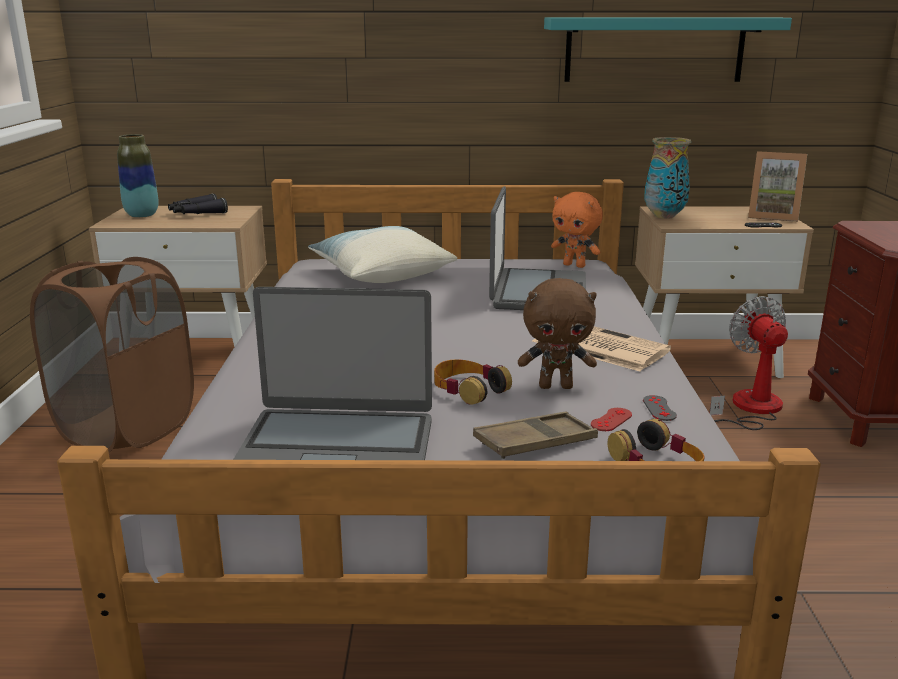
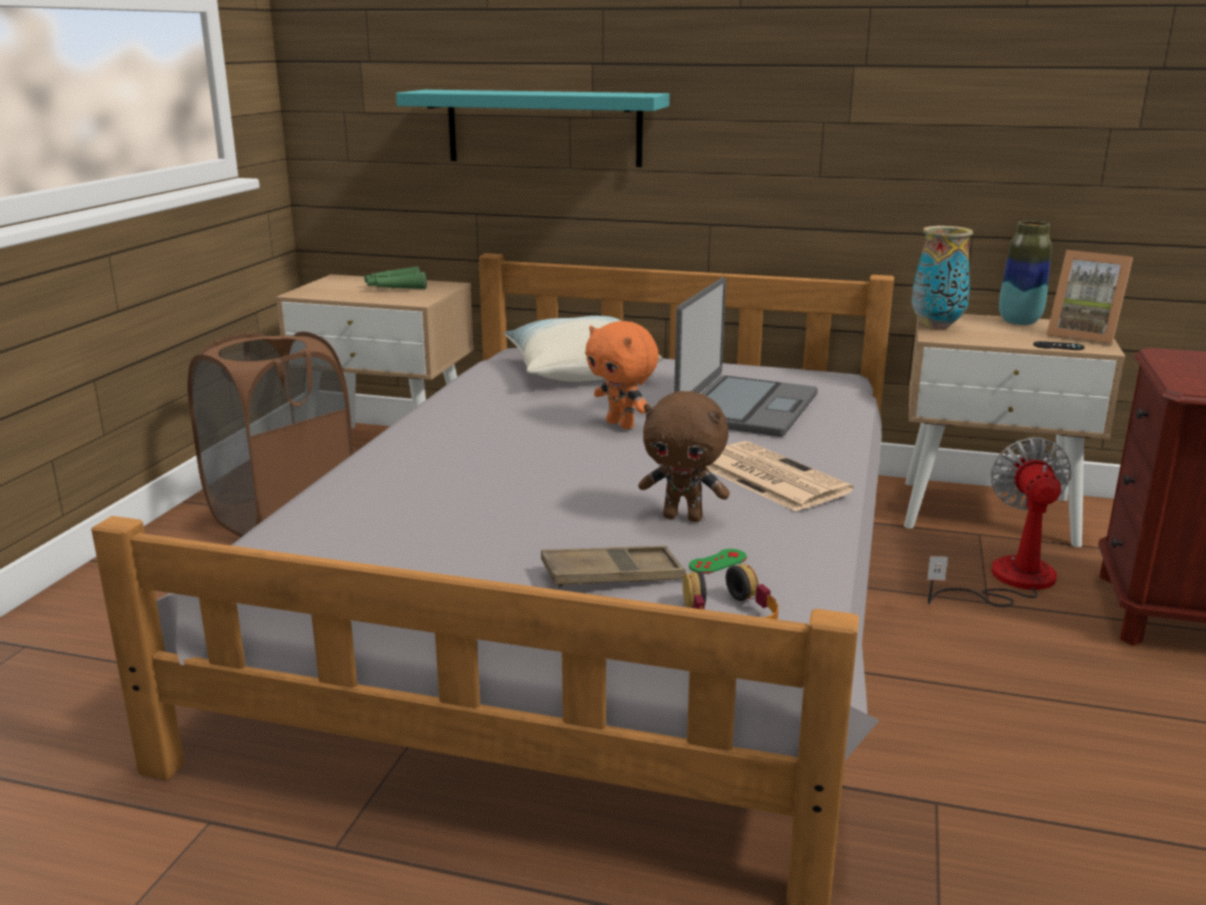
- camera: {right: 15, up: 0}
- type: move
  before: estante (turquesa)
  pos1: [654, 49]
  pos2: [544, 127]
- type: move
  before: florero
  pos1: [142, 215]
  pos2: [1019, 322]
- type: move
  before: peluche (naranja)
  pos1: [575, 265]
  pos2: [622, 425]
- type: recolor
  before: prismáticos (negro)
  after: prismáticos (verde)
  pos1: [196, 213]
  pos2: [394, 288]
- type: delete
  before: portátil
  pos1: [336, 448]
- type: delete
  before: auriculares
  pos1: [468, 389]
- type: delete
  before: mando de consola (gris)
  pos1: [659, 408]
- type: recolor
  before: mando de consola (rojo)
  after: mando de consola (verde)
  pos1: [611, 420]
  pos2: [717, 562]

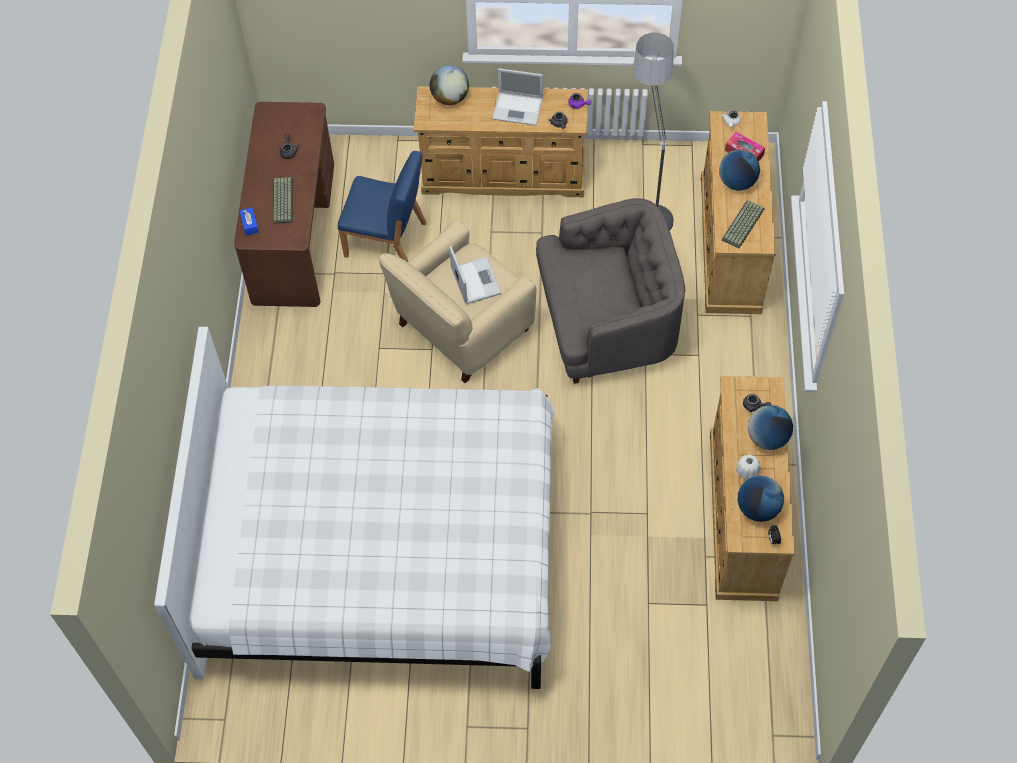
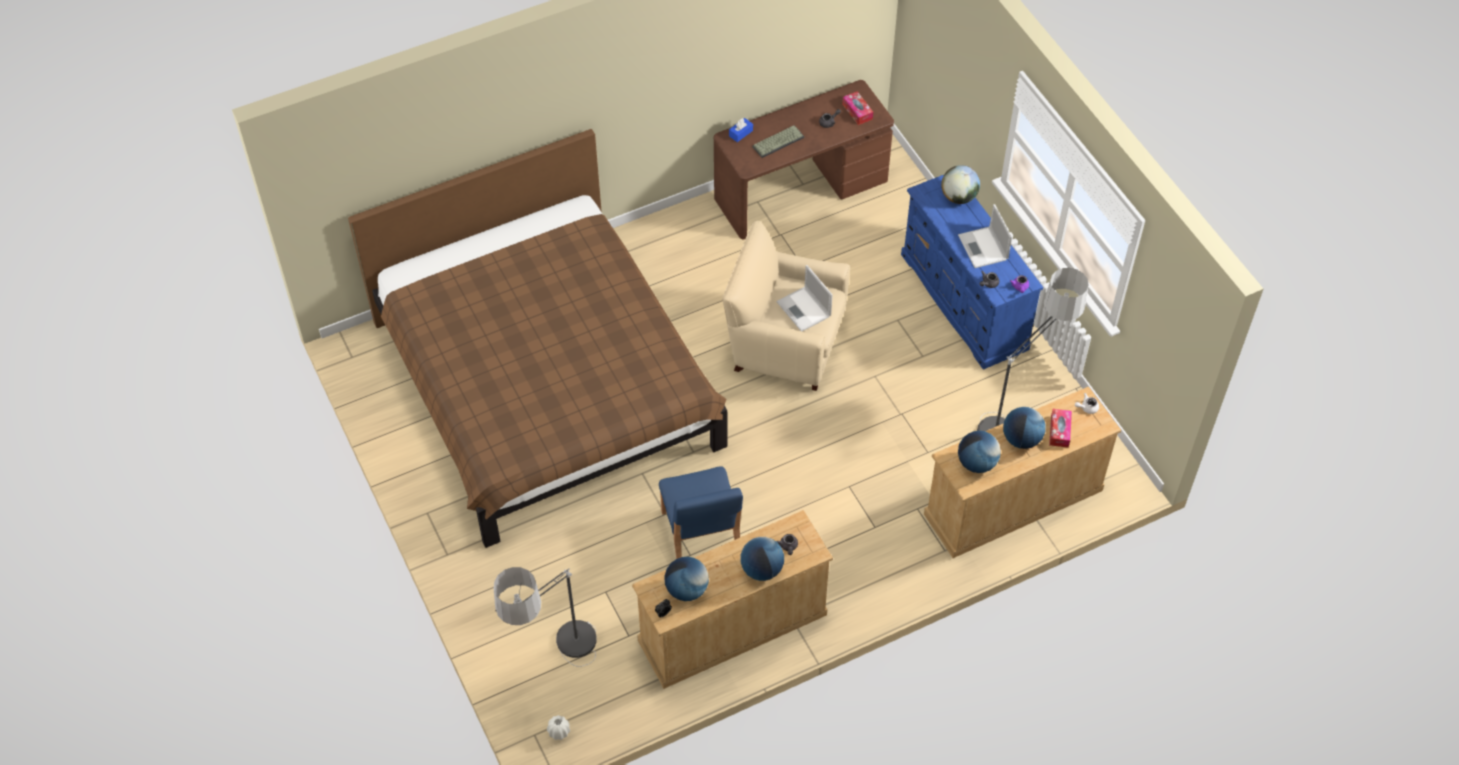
- camera: {right: 60, up: -5}
- type: recolor
  before: cómoda (beis)
  after: cómoda (azul)
  pos1: [504, 174]
  pos2: [964, 302]
- type: move
  before: silla (azul)
  pos1: [386, 240]
  pos2: [700, 536]
- type: delete
  before: sillón (gris)
  pos1: [606, 321]
- type: replace
  before: teclado
  after: globo terráqueo
  pos1: [743, 225]
  pos2: [977, 463]
- type: rotate
  before: portátil
  pos1: [475, 280]
  pos2: [804, 310]
  turn: 105
- type: recolor
  before: cama (blanco)
  after: cama (marrón)
  pos1: [380, 549]
  pos2: [546, 385]
- type: move
  before: florero (blanco)
  pos1: [747, 471]
  pos2: [559, 731]
- type: insert
  after: caja de pañuelos
  pos2: [857, 112]
- type: insert
  after: lámpara de pie
  pos2: [557, 665]

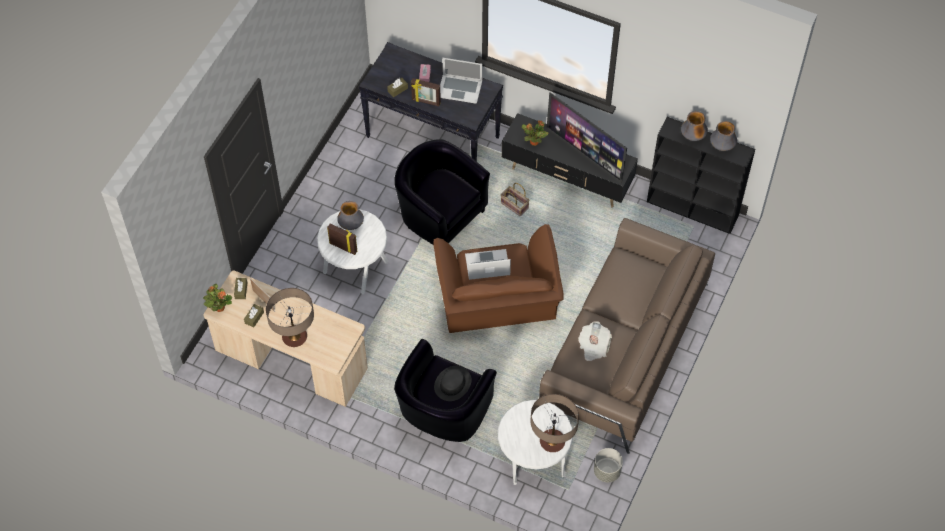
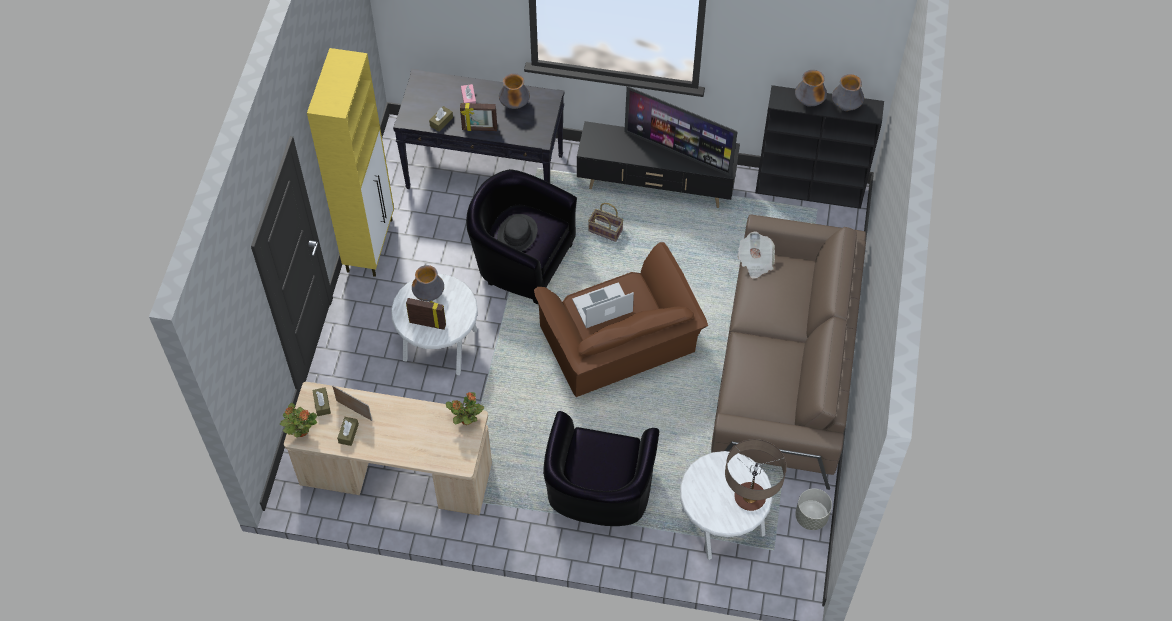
- camera: {right: -15, up: 0}
- type: replace
  before: portátil
  after: florero
  pos1: [460, 88]
  pos2: [515, 105]
- type: move
  before: planta en maceta
  pos1: [534, 142]
  pos2: [466, 420]
- type: delete
  before: lámpara de mesa
  pos1: [295, 337]
- type: move
  before: periódico
  pos1: [593, 346]
  pos2: [755, 261]
- type: move
  before: sombrero (negro)
  pos1: [452, 384]
  pos2: [517, 234]
- type: insert
  after: armario (amarillo)
  pos2: [370, 244]

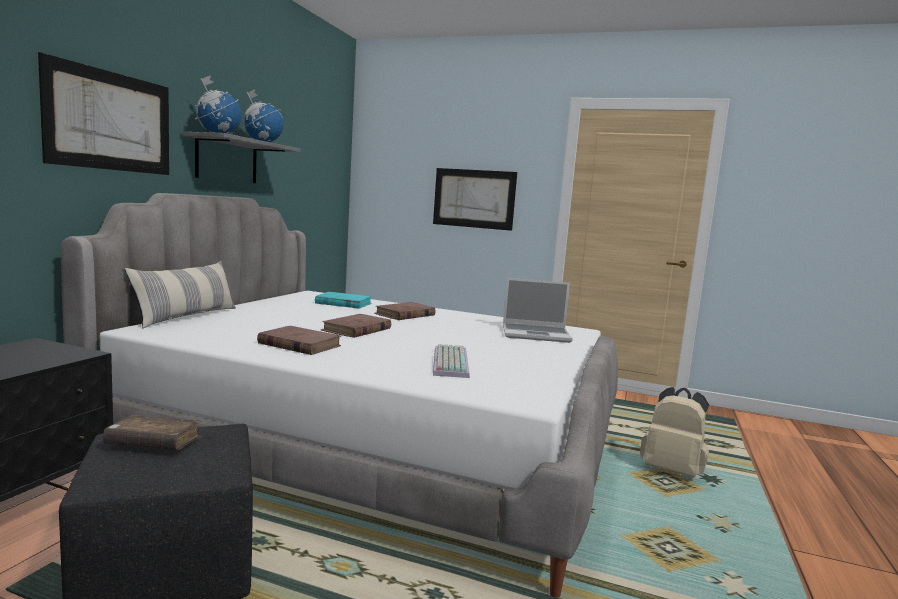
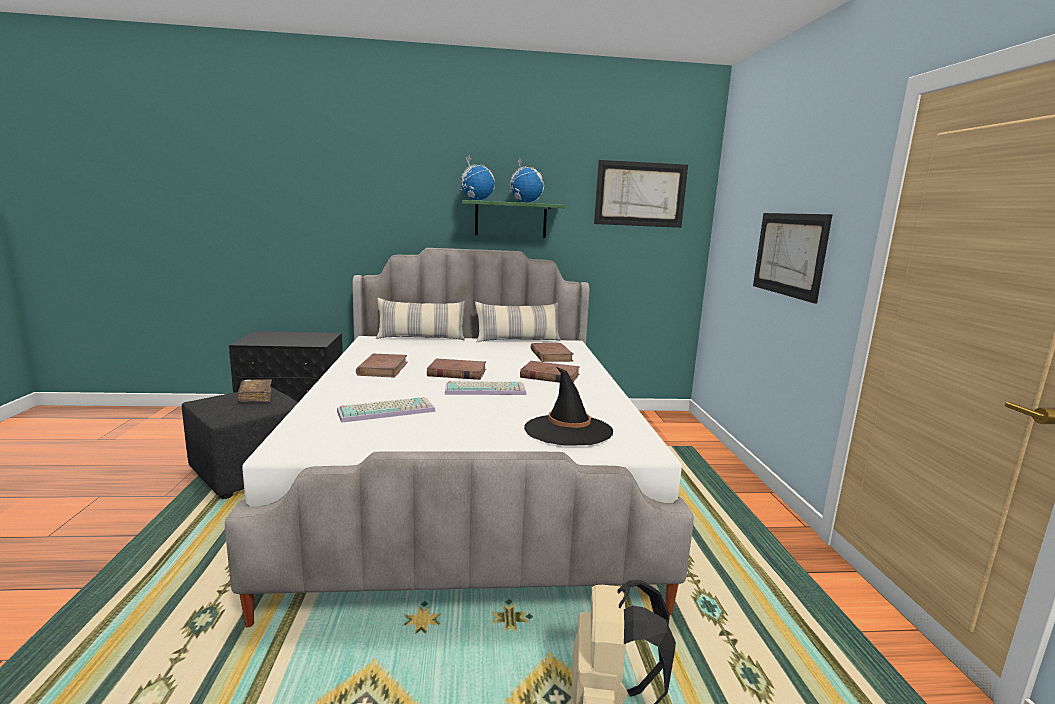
- camera: {right: 65, up: 5}
- type: move
  before: cuadro
  pos1: [111, 121]
  pos2: [640, 194]
- type: recolor
  before: estante (gris)
  after: estante (verde)
  pos1: [227, 160]
  pos2: [510, 219]
- type: replace
  before: portátil
  after: sombrero (negro)
  pos1: [536, 334]
  pos2: [568, 430]
- type: recolor
  before: libro (turquesa)
  after: libro (marrón)
  pos1: [343, 303]
  pos2: [551, 355]
- type: insert
  after: cojín
  pos2: [518, 340]
- type: insert
  after: teclado
  pos2: [486, 389]

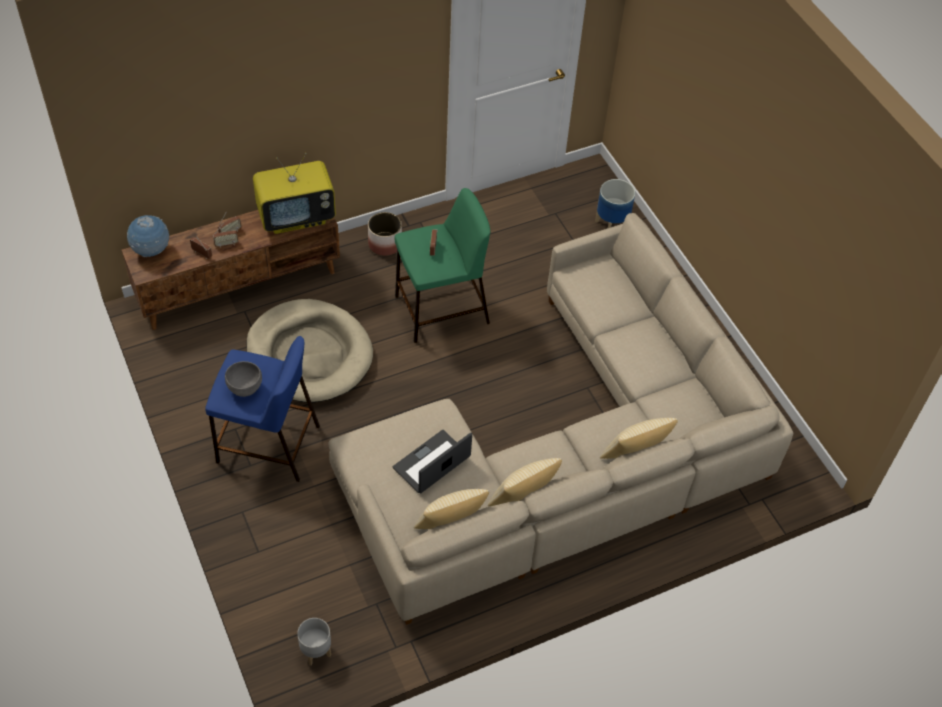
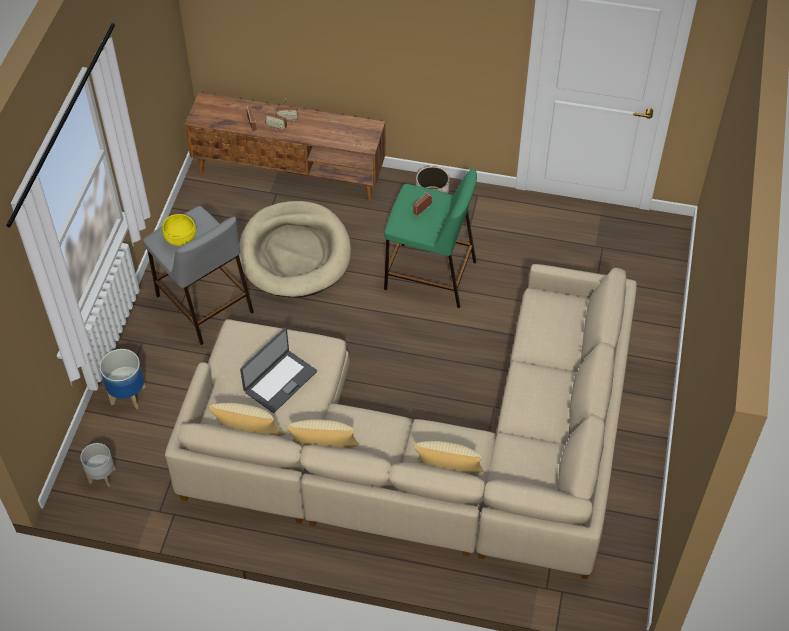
- camera: {right: 40, up: 0}
- type: delete
  before: televisor
  pos1: [297, 217]
- type: move
  before: maceta
  pos1: [611, 225]
  pos2: [127, 395]
- type: delete
  before: globo terráqueo
  pos1: [151, 251]
- type: recolor
  before: taburete (azul)
  after: taburete (gris)
  pos1: [267, 444]
  pos2: [203, 303]
- type: recolor
  before: cuenco (gris)
  after: cuenco (amarillo)
  pos1: [244, 388]
  pos2: [180, 240]
- type: rotate
  before: portátil
  pos1: [432, 463]
  pos2: [279, 381]
  turn: 135

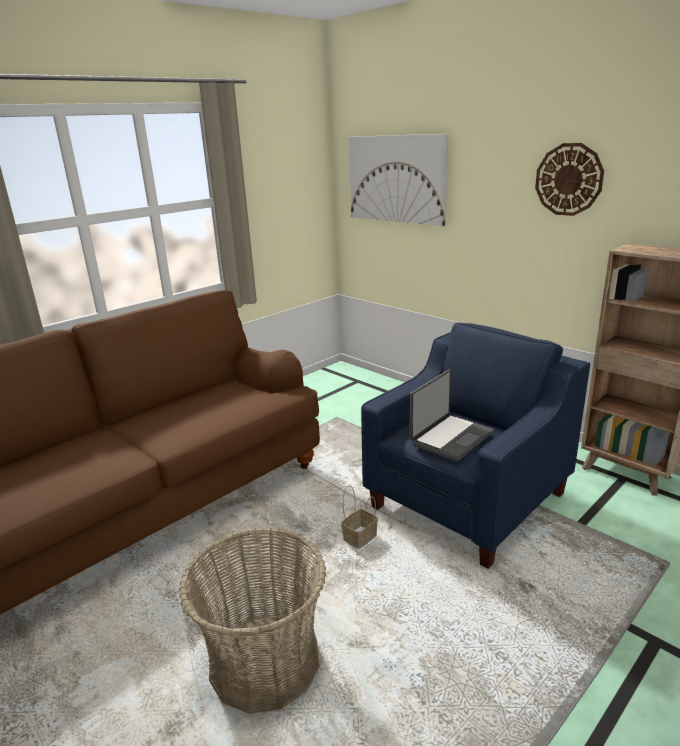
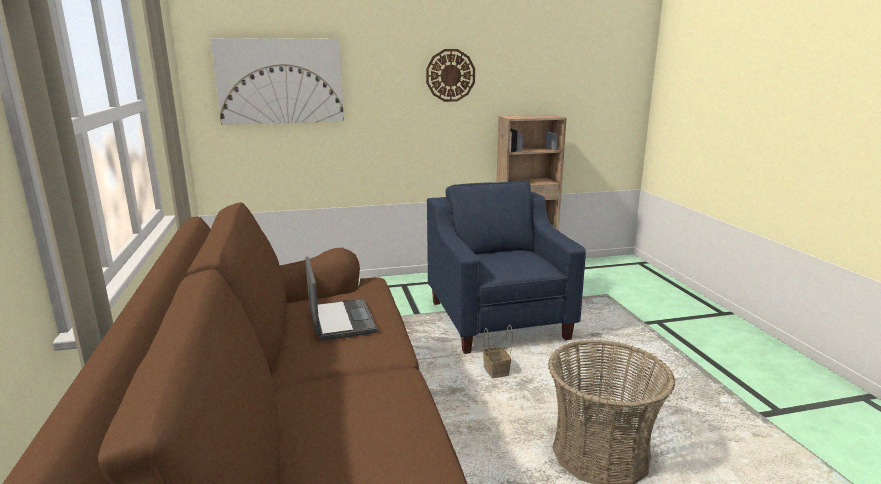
- camera: {right: -60, up: -5}
- type: move
  before: portátil
  pos1: [450, 438]
  pos2: [340, 321]

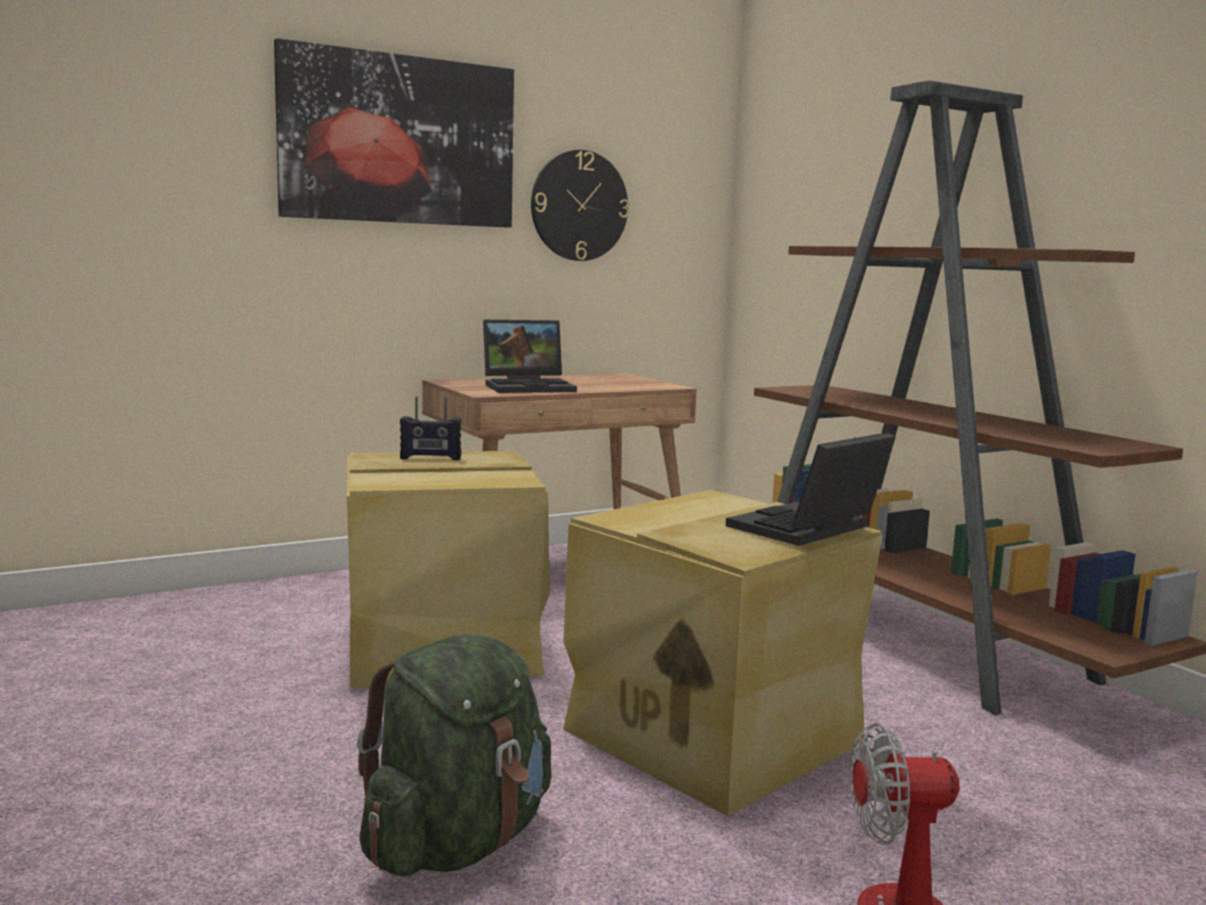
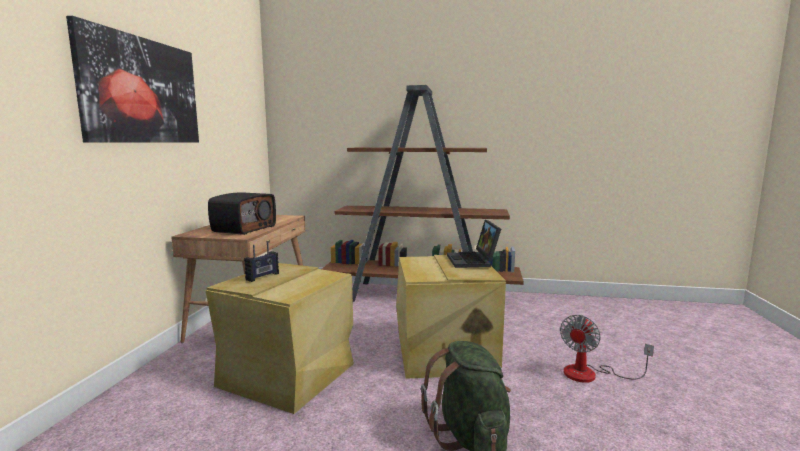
- camera: {right: -50, up: 0}
- type: delete
  before: reloj de pared
  pos1: [579, 206]
- type: replace
  before: portátil
  after: radio
  pos1: [530, 387]
  pos2: [244, 229]

